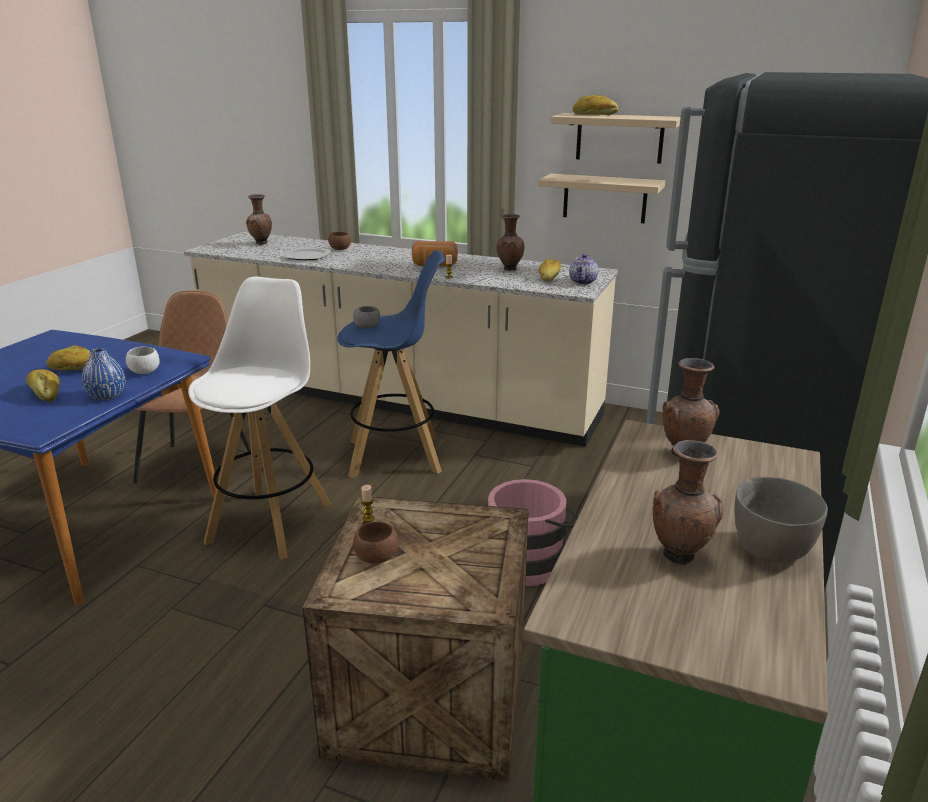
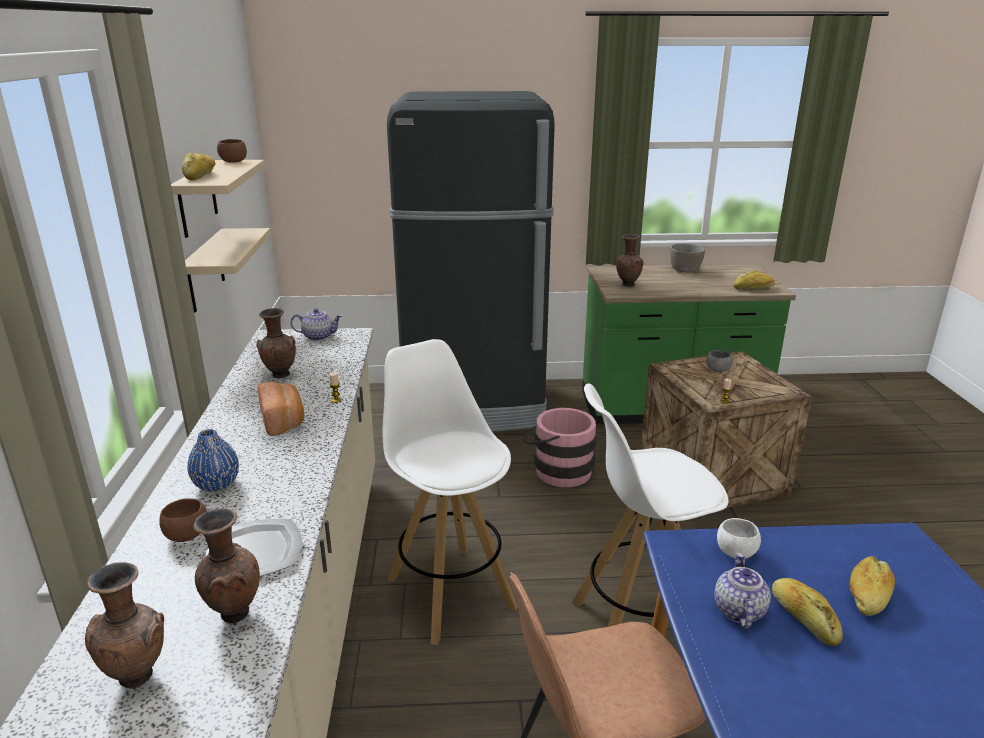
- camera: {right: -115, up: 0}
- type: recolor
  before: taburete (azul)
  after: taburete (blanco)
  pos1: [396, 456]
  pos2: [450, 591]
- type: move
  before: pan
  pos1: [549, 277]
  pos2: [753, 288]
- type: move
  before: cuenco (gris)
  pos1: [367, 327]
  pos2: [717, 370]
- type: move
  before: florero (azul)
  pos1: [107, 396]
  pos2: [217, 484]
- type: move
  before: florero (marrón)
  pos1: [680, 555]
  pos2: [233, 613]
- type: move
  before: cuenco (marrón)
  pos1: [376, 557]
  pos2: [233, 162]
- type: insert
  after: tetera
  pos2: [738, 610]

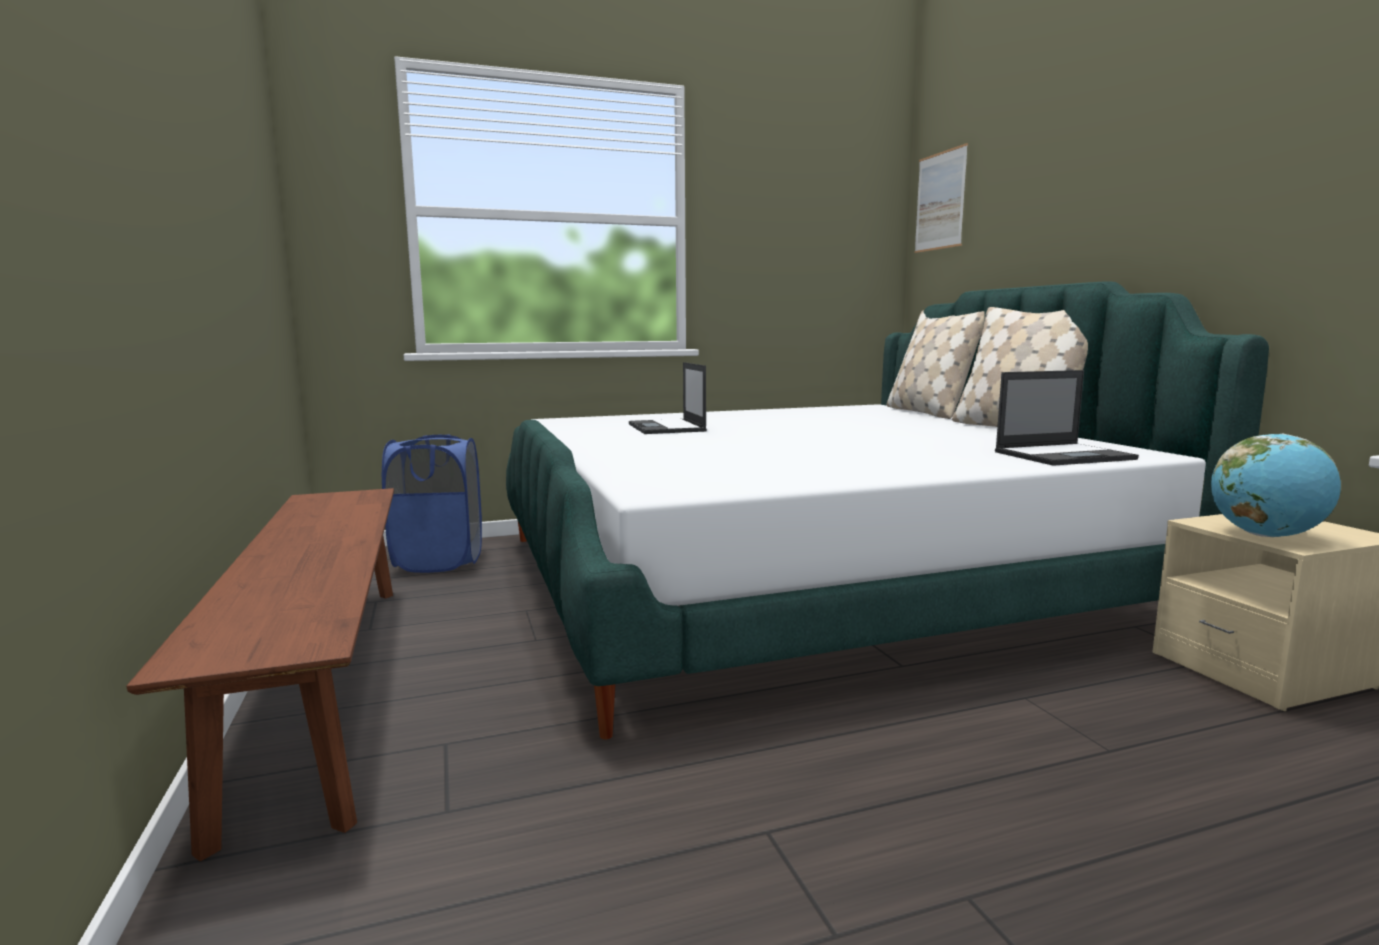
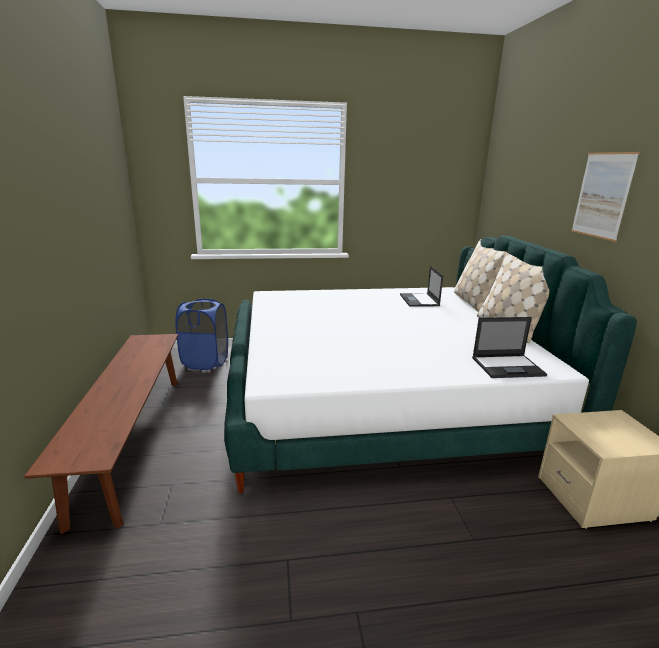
- camera: {right: 10, up: 10}
- type: move
  before: cuadro
  pos1: [940, 201]
  pos2: [602, 195]
- type: move
  before: portátil
  pos1: [667, 428]
  pos2: [419, 300]
- type: delete
  before: globo terráqueo
  pos1: [1266, 536]

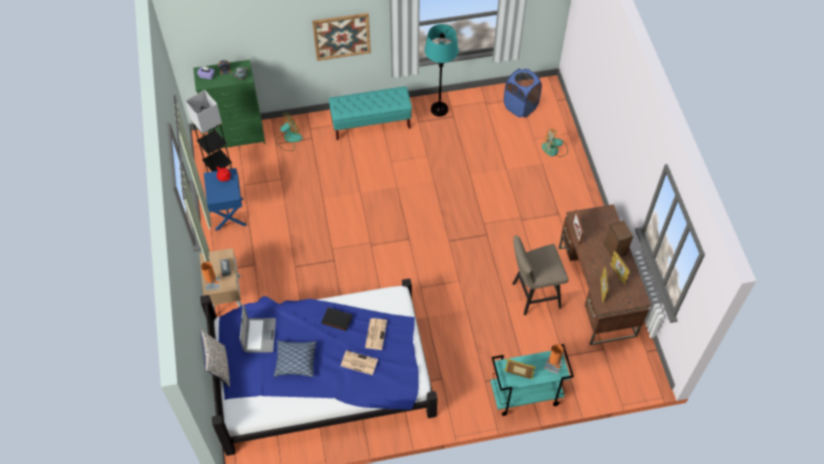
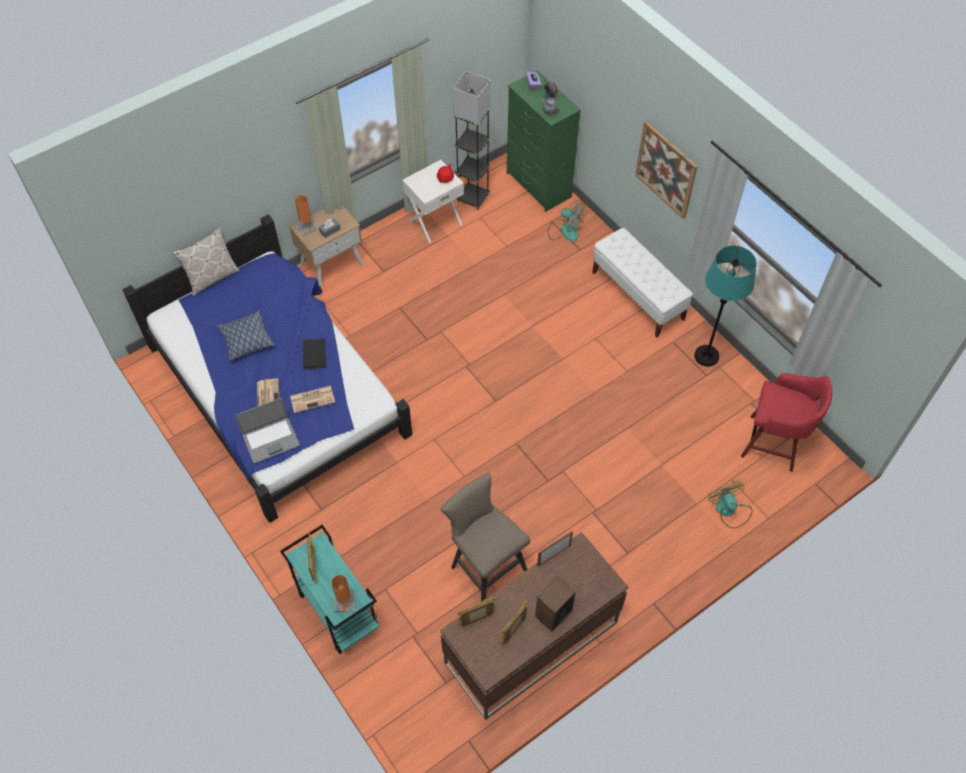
- camera: {right: 65, up: 0}
- type: replace
  before: cesto de la ropa (azul)
  after: taburete (rojo)
  pos1: [520, 106]
  pos2: [773, 444]
- type: recolor
  before: banco (turquesa)
  after: banco (blanco)
  pos1: [371, 123]
  pos2: [638, 296]
- type: recolor
  before: mesita de noche (azul)
  after: mesita de noche (blanco)
  pos1: [228, 214]
  pos2: [434, 221]
- type: move
  before: portátil
  pos1: [259, 335]
  pos2: [270, 439]

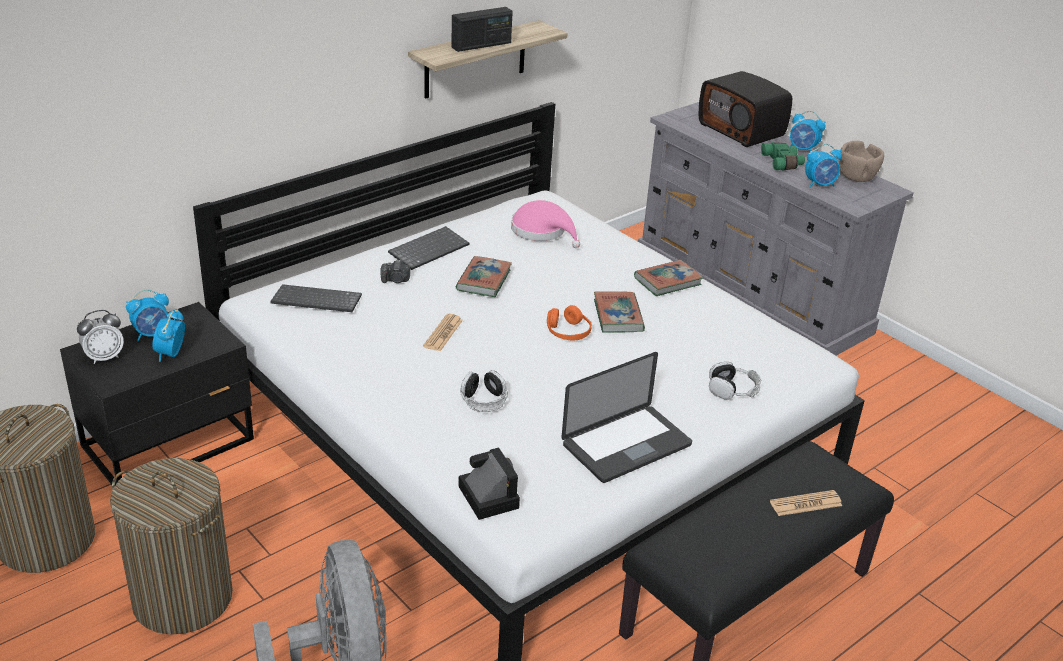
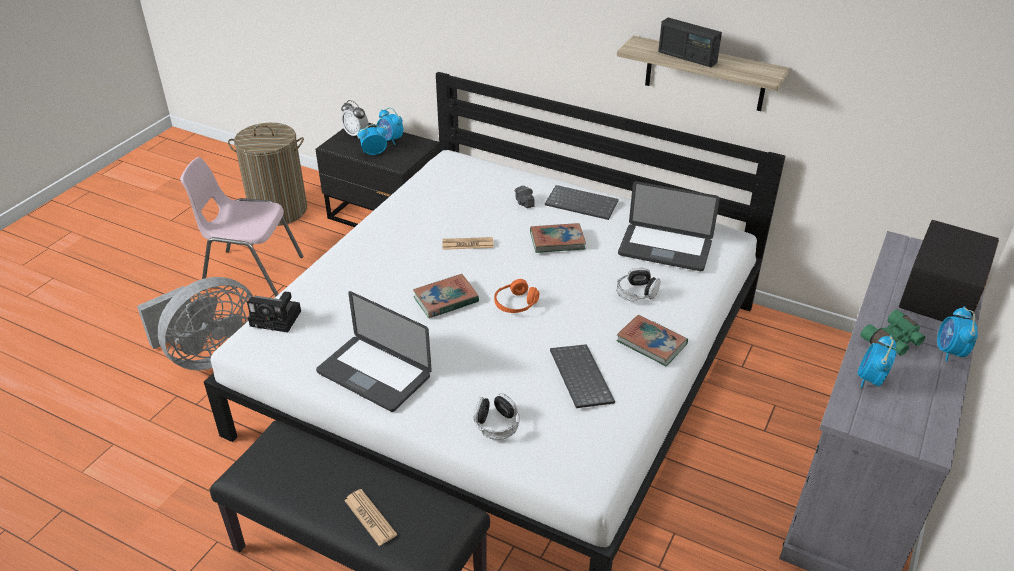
- camera: {right: 70, up: 5}
- type: delete
  before: cuenco (marrón)
  pos1: [856, 177]
- type: rotate
  before: despertador
  pos1: [820, 185]
  pos2: [870, 380]
  turn: 60
- type: replace
  before: sombrero (rosa)
  after: portátil
  pos1: [542, 231]
  pos2: [665, 249]
- type: move
  before: teclado
  pos1: [315, 301]
  pos2: [579, 377]
- type: move
  before: libro
  pos1: [618, 316]
  pos2: [446, 299]
- type: move
  before: auriculares
  pos1: [483, 400]
  pos2: [636, 292]
- type: rotate
  before: cámara
  pos1: [486, 495]
  pos2: [278, 318]
  turn: 60
- type: replace
  before: cesto de la ropa
  after: silla (rosa)
  pos1: [182, 598]
  pos2: [251, 273]

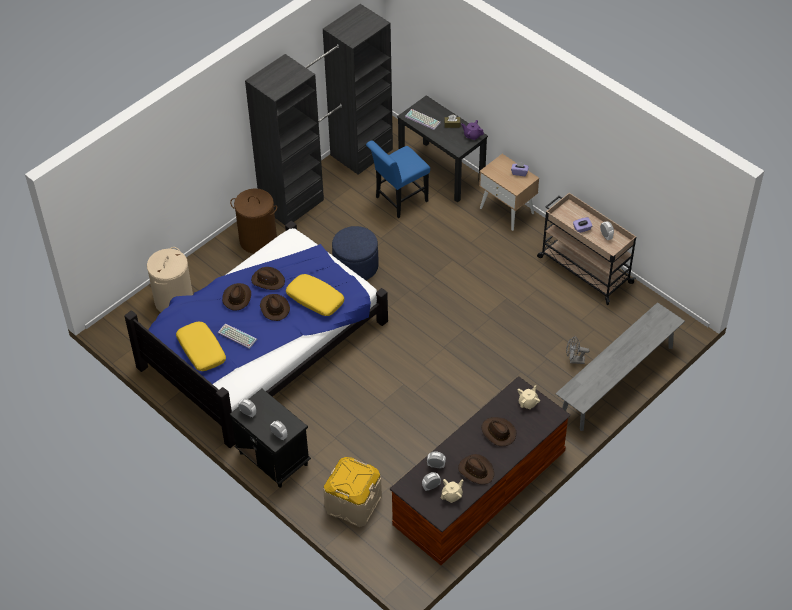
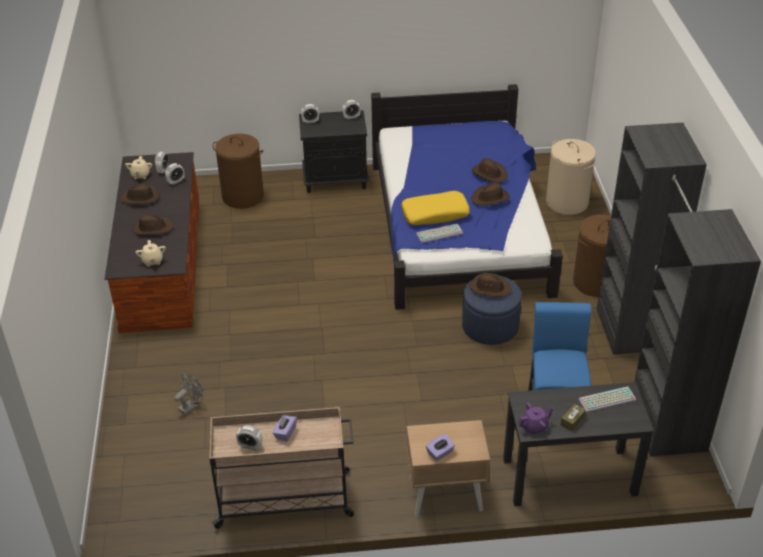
- camera: {right: 130, up: -10}
- type: move
  before: sombrero (marrón)
  pos1: [274, 308]
  pos2: [490, 288]
- type: delete
  before: banco (gris)
  pos1: [617, 380]
- type: delete
  before: cojín (amarillo)
  pos1: [201, 350]
- type: move
  before: teclado
  pos1: [236, 336]
  pos2: [439, 233]
- type: replace
  before: caja de almacenaje (beis)
  after: cesto de la ropa (marrón)
  pos1: [353, 503]
  pos2: [243, 196]

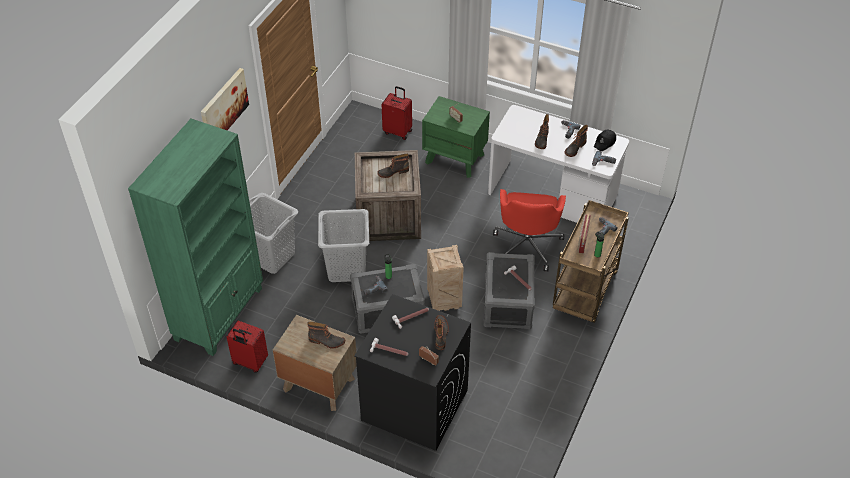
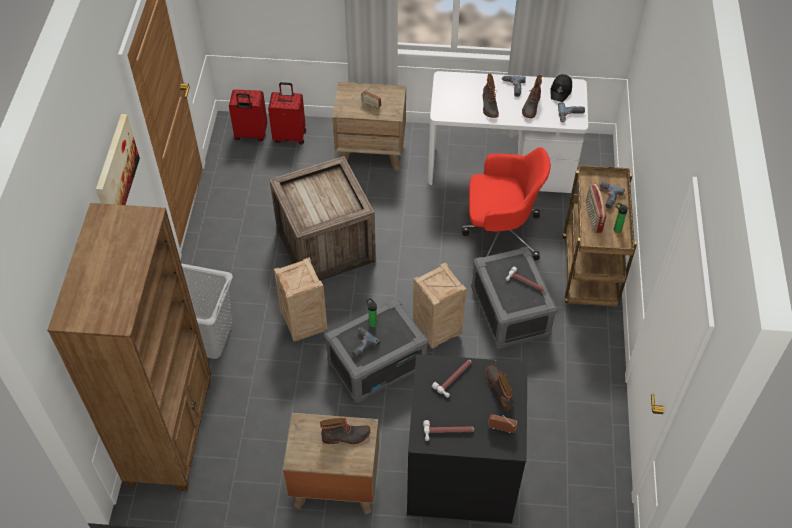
- camera: {right: -20, up: 5}
- type: recolor
  before: mesita de noche (verde)
  after: mesita de noche (marrón)
  pos1: [455, 158]
  pos2: [371, 151]
- type: recolor
  before: estantería (verde)
  after: estantería (marrón)
  pos1: [220, 313]
  pos2: [171, 431]
- type: delete
  before: bota
  pos1: [393, 172]
- type: rotate
  before: silla de oficina (rojo)
  pos1: [527, 245]
  pos2: [500, 234]
  turn: -75
- type: replace
  before: cesto de la ropa (gris)
  after: caja de embalaje
  pos1: [346, 268]
  pos2: [303, 324]
- type: move
  before: maleta (rojo)
  pos1: [249, 362]
  pos2: [250, 134]

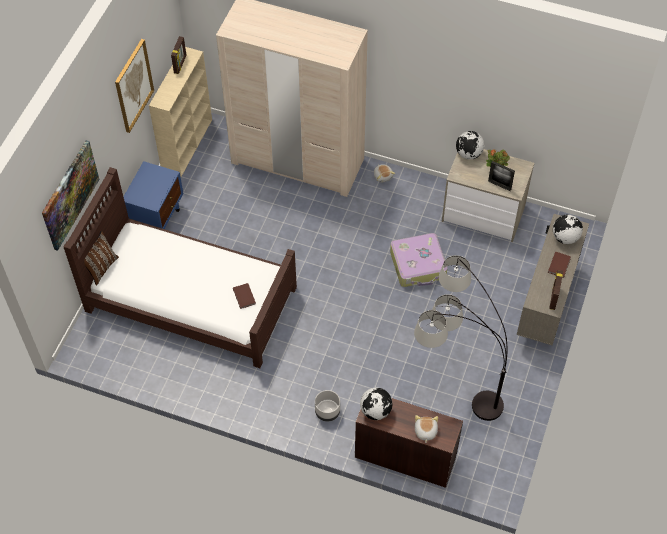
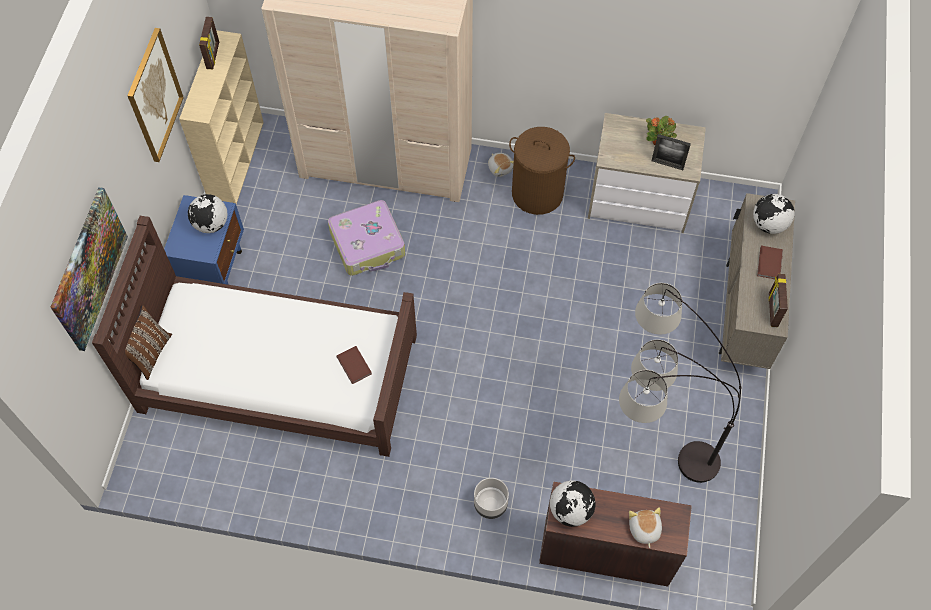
- camera: {right: -10, up: 5}
- type: move
  before: globo terráqueo
  pos1: [468, 154]
  pos2: [211, 224]
- type: move
  before: maleta
  pos1: [418, 265]
  pos2: [368, 244]
- type: insert
  after: cesto de la ropa (marrón)
  pos2: [537, 193]

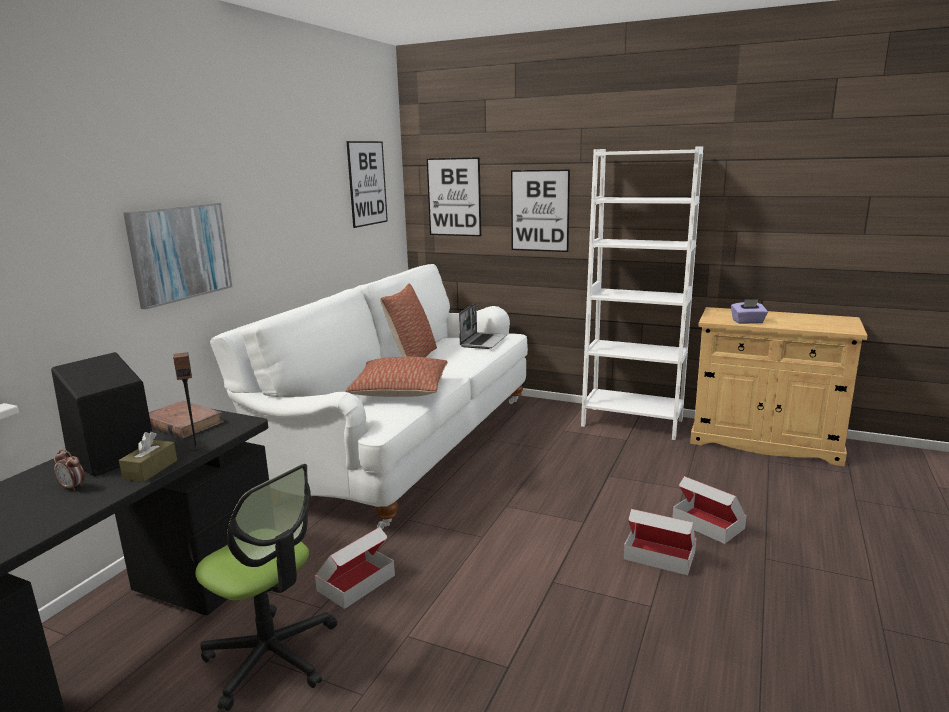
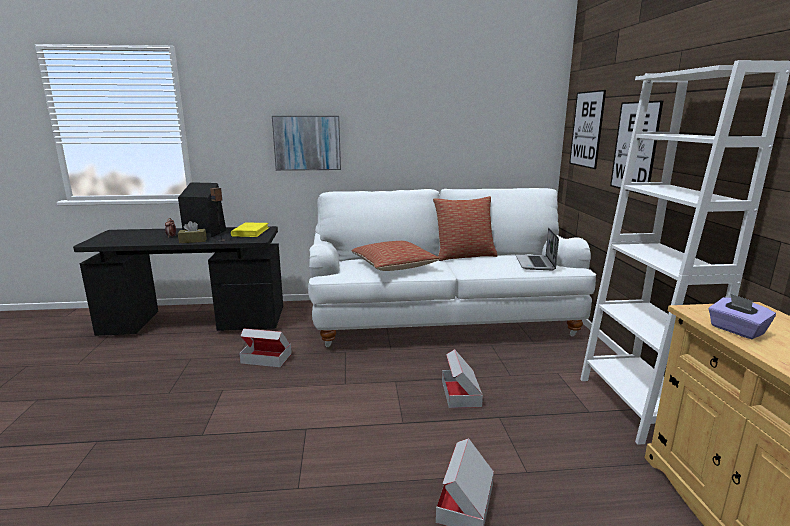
- camera: {right: 60, up: 0}
- type: delete
  before: cuadro
  pos1: [367, 183]
- type: rotate
  before: portátil
  pos1: [483, 341]
  pos2: [535, 263]
  turn: 105
- type: recolor
  before: libro (marrón)
  after: libro (amarillo)
  pos1: [182, 423]
  pos2: [251, 232]
- type: delete
  before: silla de oficina
  pos1: [271, 656]
- type: move
  before: caja de cartón
  pos1: [659, 555]
  pos2: [461, 393]

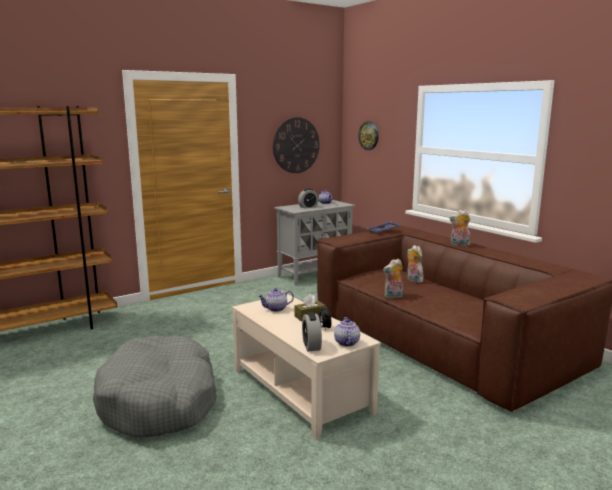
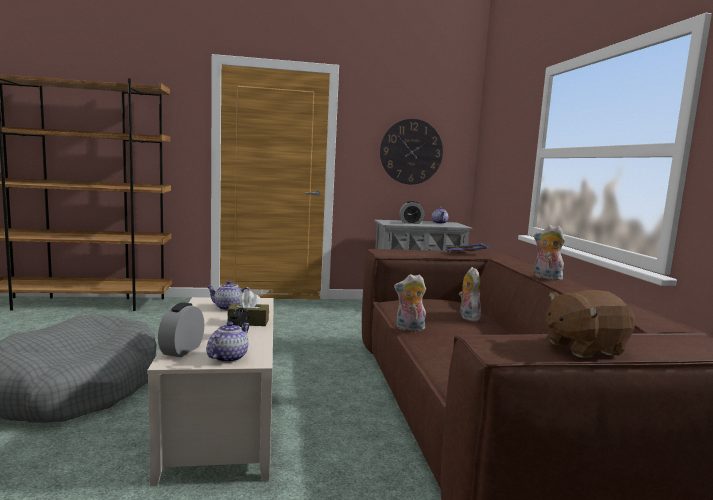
- camera: {right: 25, up: -5}
- type: delete
  before: reloj de pared
  pos1: [369, 135]
- type: insert
  after: peluche (marrón)
  pos2: [583, 347]

